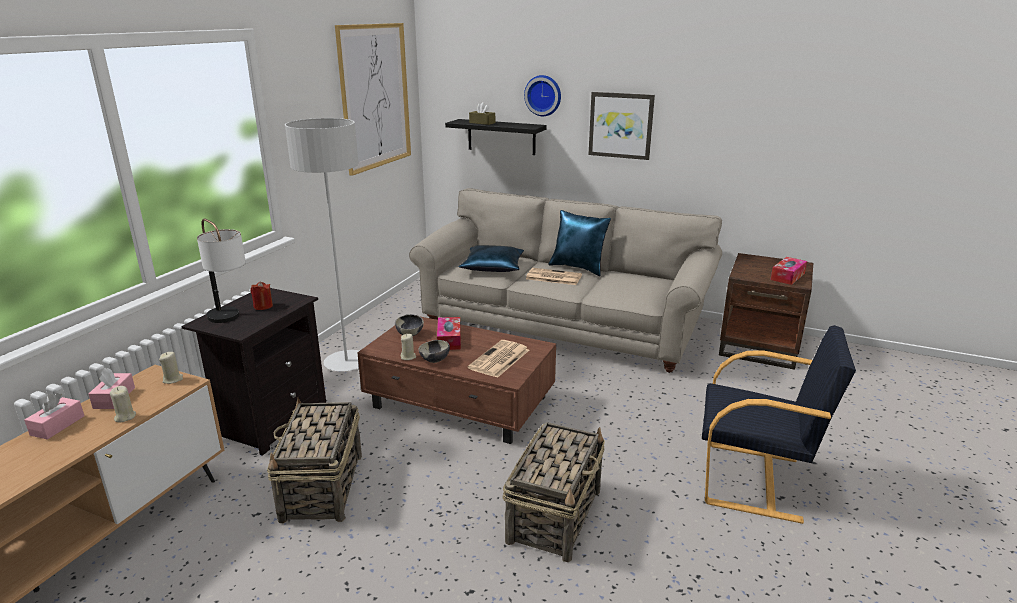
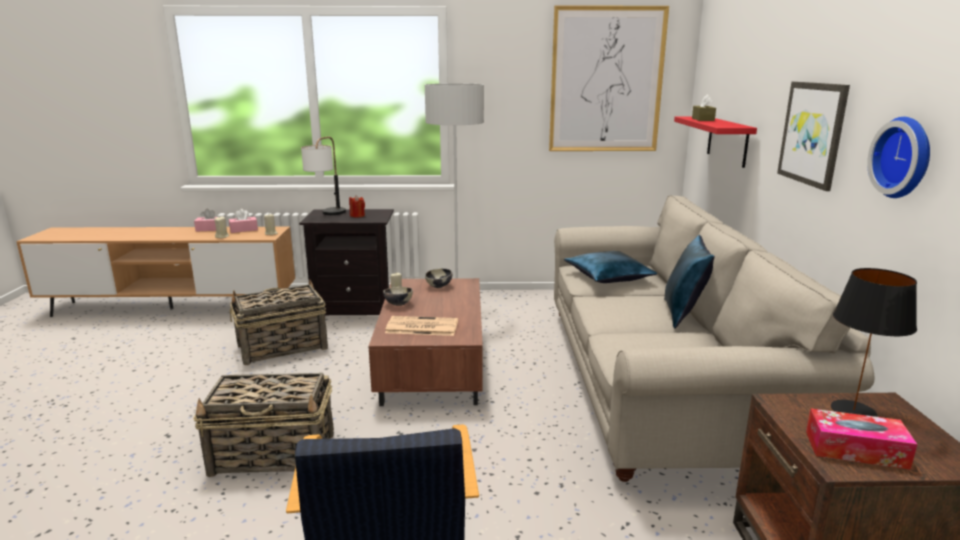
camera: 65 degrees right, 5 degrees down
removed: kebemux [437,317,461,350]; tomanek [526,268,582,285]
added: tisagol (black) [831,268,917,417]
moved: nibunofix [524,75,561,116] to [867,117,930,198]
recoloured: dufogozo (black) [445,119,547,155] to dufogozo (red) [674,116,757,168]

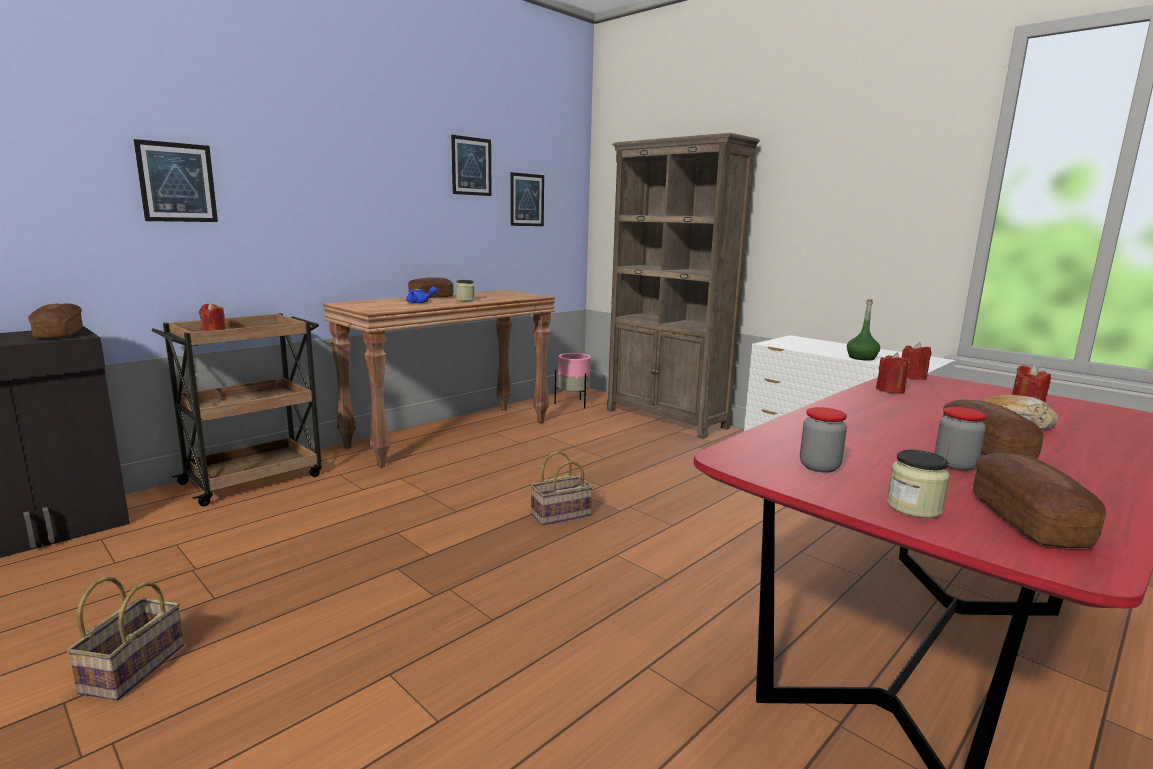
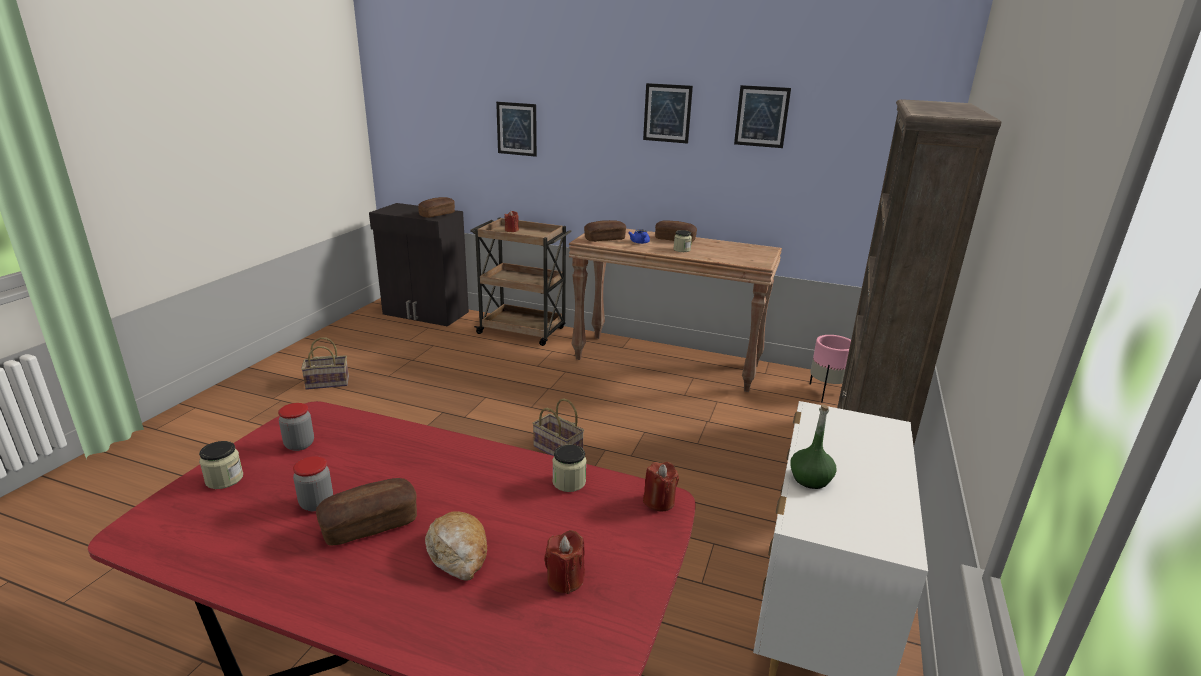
camera: 65 degrees right, 10 degrees up
moved: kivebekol [973,453,1106,548] to [584,220,626,242]; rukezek [510,172,544,226] to [643,83,693,144]
replaced: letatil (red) [876,353,911,394] to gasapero [552,445,587,492]

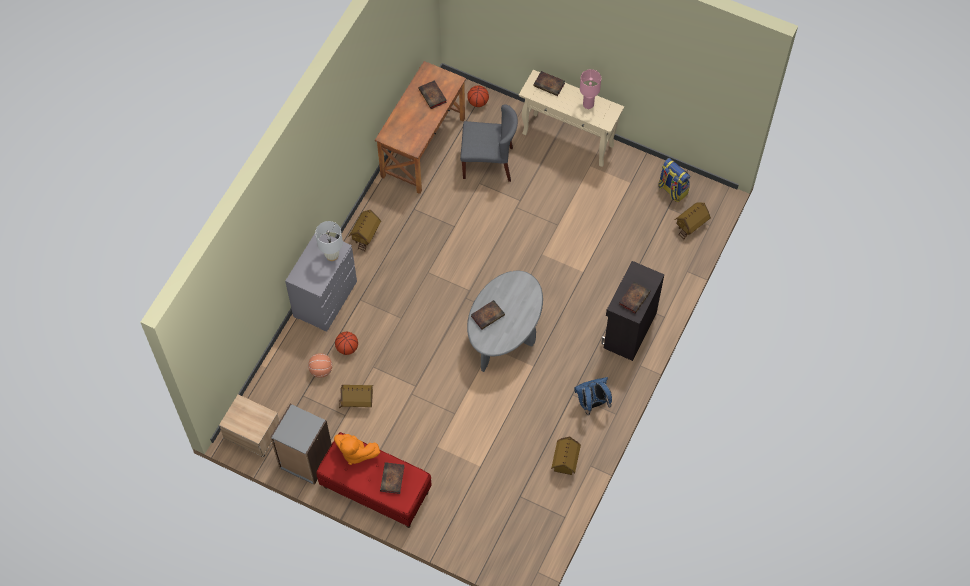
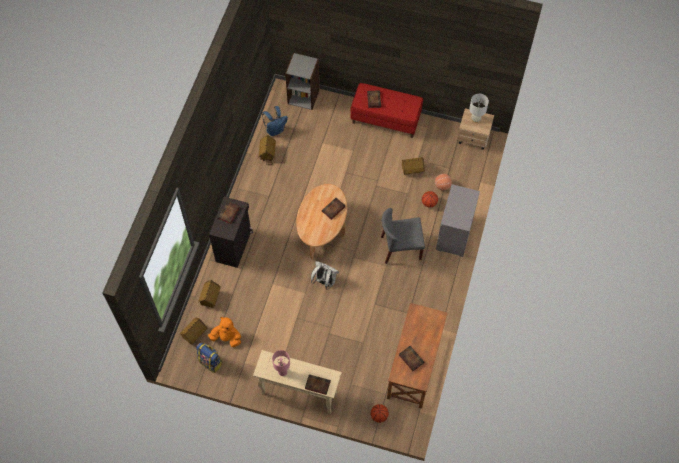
camera: 170 degrees right, 0 degrees up
added: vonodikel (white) [311,261,339,290]
moved: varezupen [349,210,381,252] to [198,280,221,308]; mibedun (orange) [334,434,380,465] to [208,317,241,347]; vonodikel (blue) [574,377,612,415] to [262,106,288,136]; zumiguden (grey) [270,404,332,485] to [285,53,320,110]; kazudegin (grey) [460,105,518,182] to [381,208,425,264]; tisagol (white) [315,221,343,261] to [469,94,489,123]
recoloured: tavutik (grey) [467,271,543,372] to tavutik (brown) [296,184,347,260]

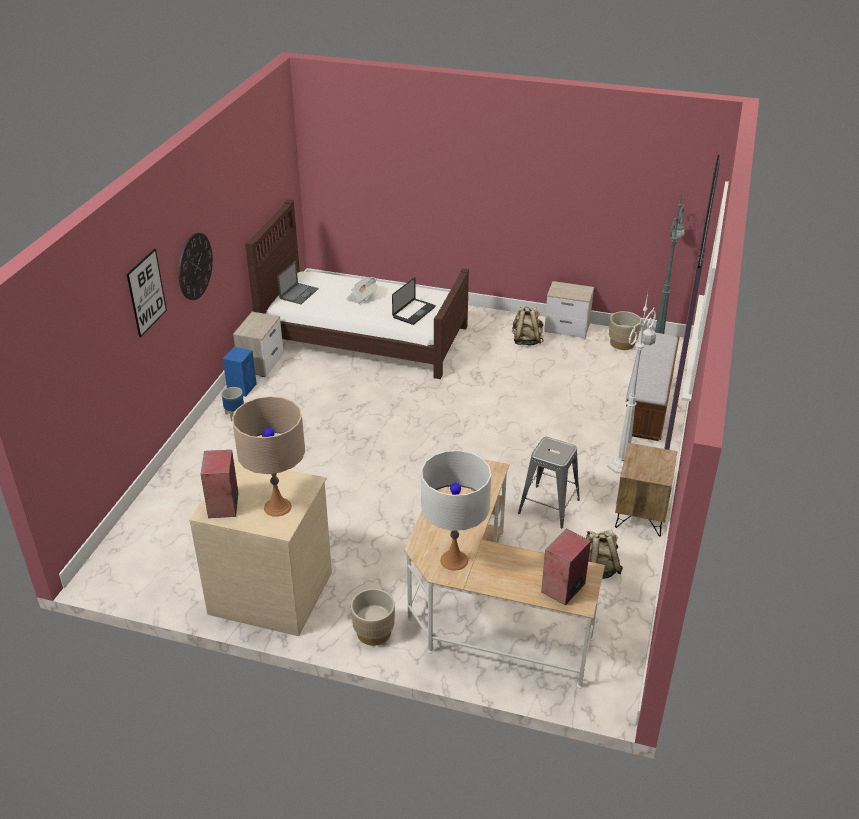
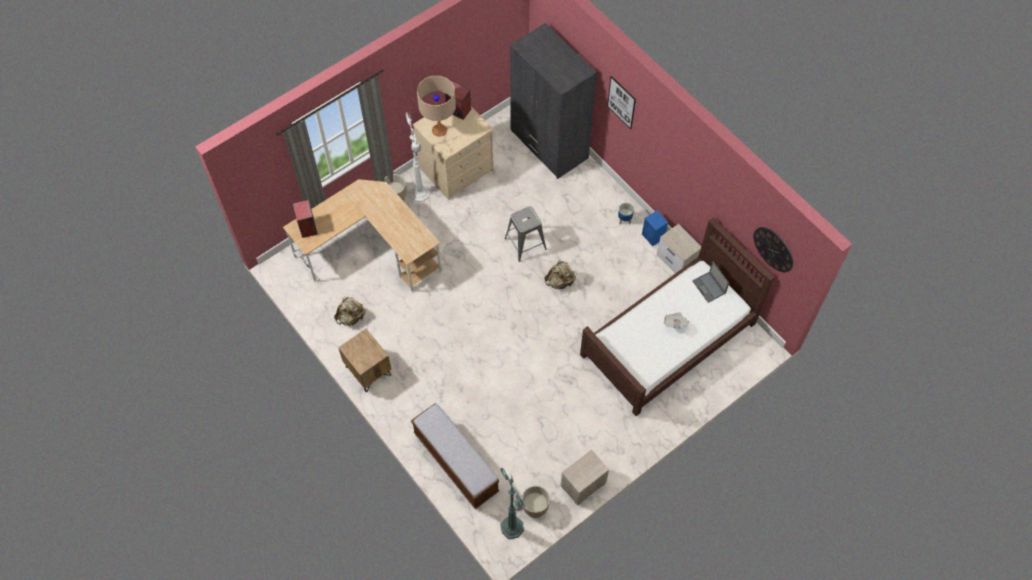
camera: 125 degrees right, 25 degrees up
removed: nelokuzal [392,277,436,325]; tisagol (white) [421,450,491,571]
added: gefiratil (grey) [510,23,597,179]
moved: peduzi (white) [607,293,656,474] to [406,113,430,202]; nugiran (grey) [518,437,580,529] to [505,207,547,262]; vonodikel (beige) [512,306,544,346] to [544,260,576,289]; nibunofix [178,233,213,300] to [753,227,793,272]

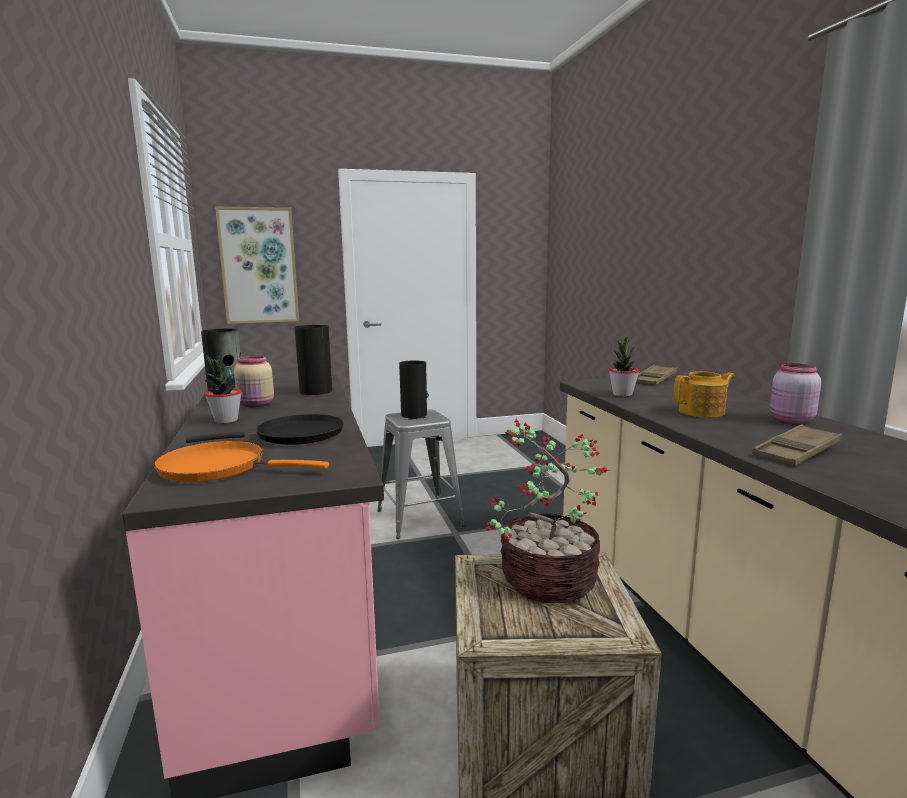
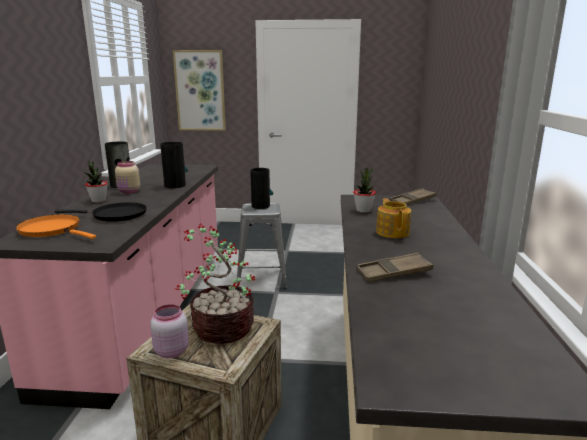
camera: 20 degrees right, 5 degrees up
moved: gasapero (pink) [770,363,821,424] to [150,304,189,358]
turned: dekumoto [674,371,735,418] = [376,198,411,238] 105 degrees counterclockwise

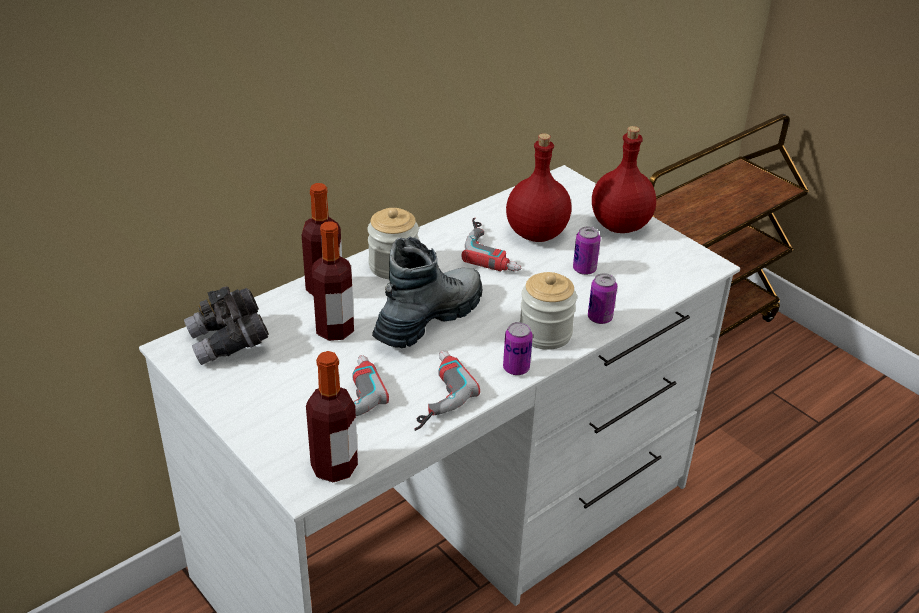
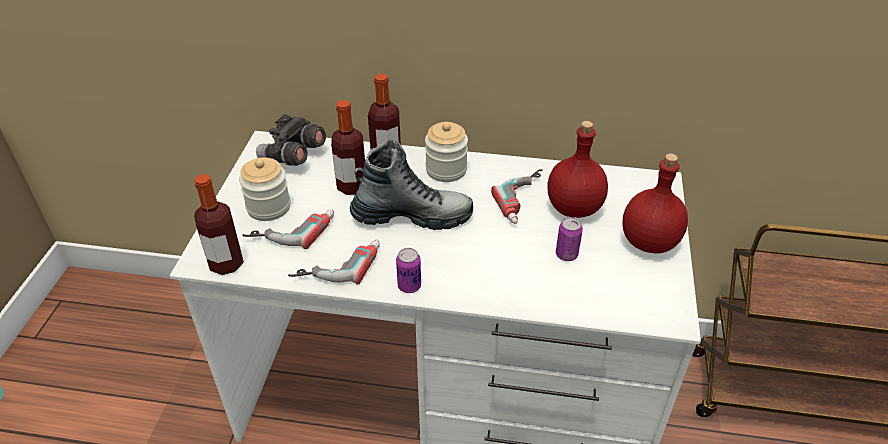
camera: 50 degrees right, 5 degrees up
removed: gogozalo [588,273,617,324]
moved: gasapero [520,272,577,350] to [239,157,291,221]

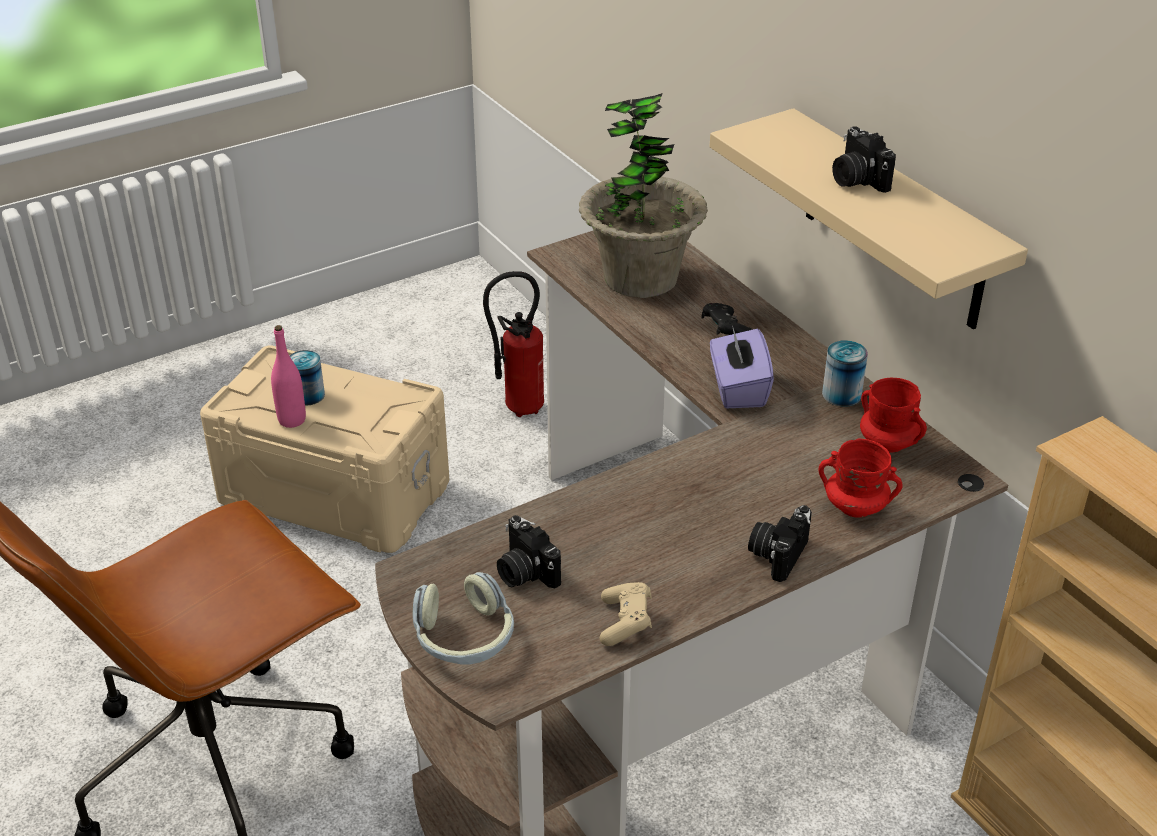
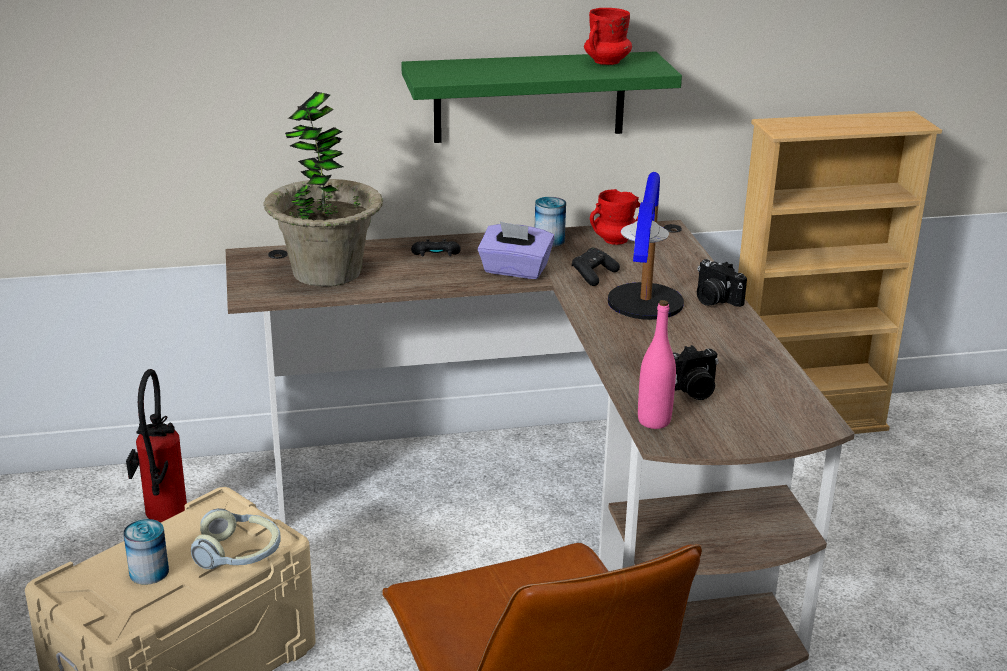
camera: 70 degrees left, 10 degrees down
removed: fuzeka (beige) [600,582,652,646]; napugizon [832,126,896,193]
added: fuzeka (black) [572,248,620,286]; tisagol [608,172,684,320]
moved: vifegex [412,572,514,664] to [191,508,281,569]; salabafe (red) [818,439,903,517] to [584,8,632,65]; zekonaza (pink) [271,325,306,428] to [638,300,676,429]
recoloured: dufogozo (beige) [710,108,1028,329] to dufogozo (green) [401,51,682,143]

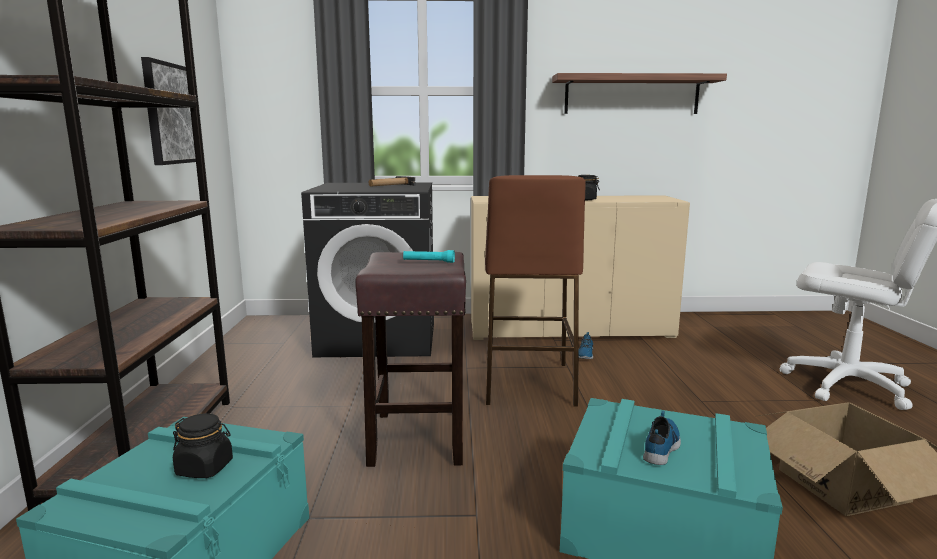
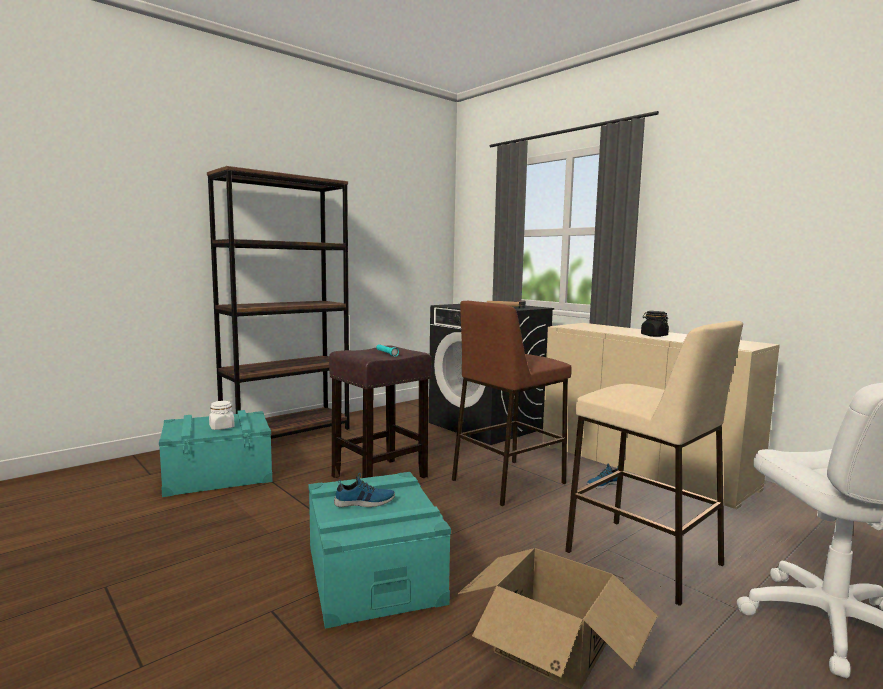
camera: 50 degrees right, 5 degrees down
removed: rukezek [141,57,196,165]; dufogozo [552,73,727,114]
added: nugiran (beige) [565,321,743,606]
recoloured: gasapero (black) [173,413,233,478] to gasapero (white) [209,401,235,430]

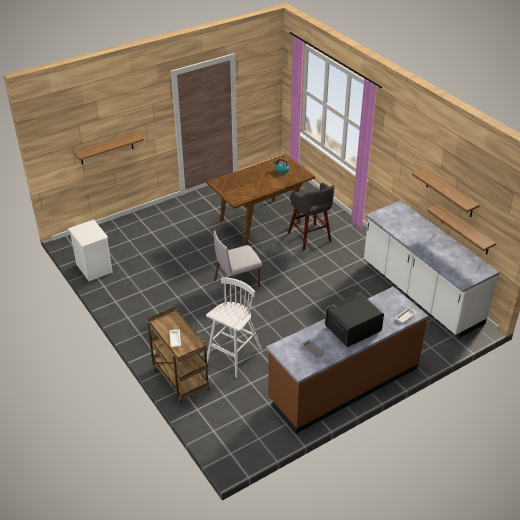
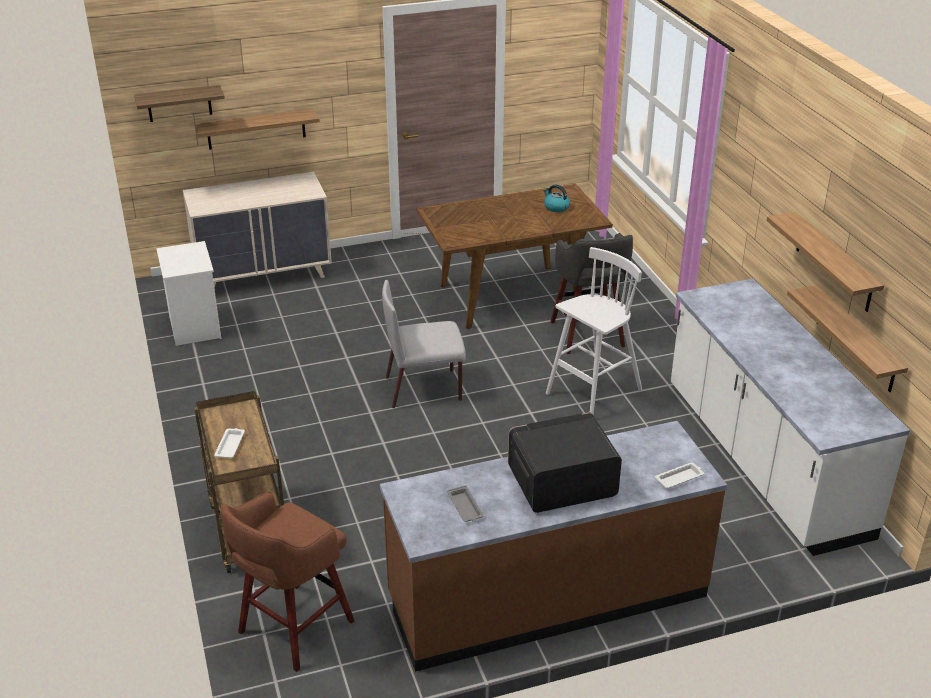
camera: 15 degrees right, 5 degrees down
added: dufogozo [134,85,225,122]; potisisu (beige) [183,172,332,288]; nugiran (brown) [220,492,354,672]
moved: nugiran (white) [206,277,262,378] to [546,247,643,414]

